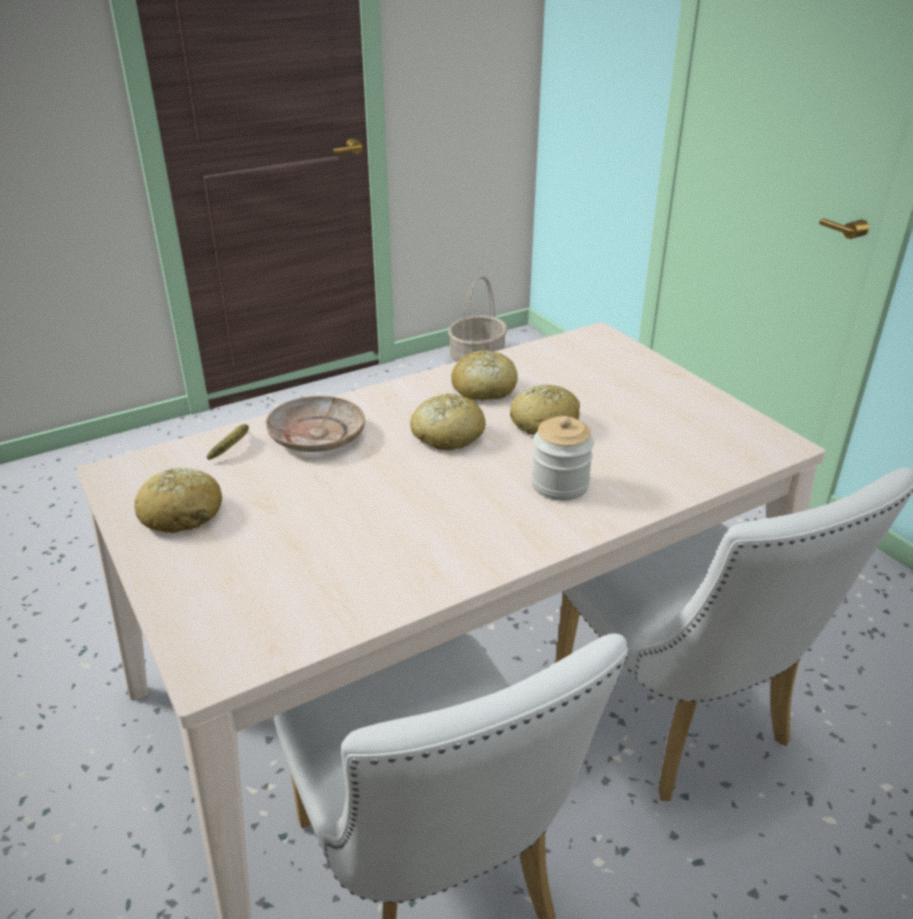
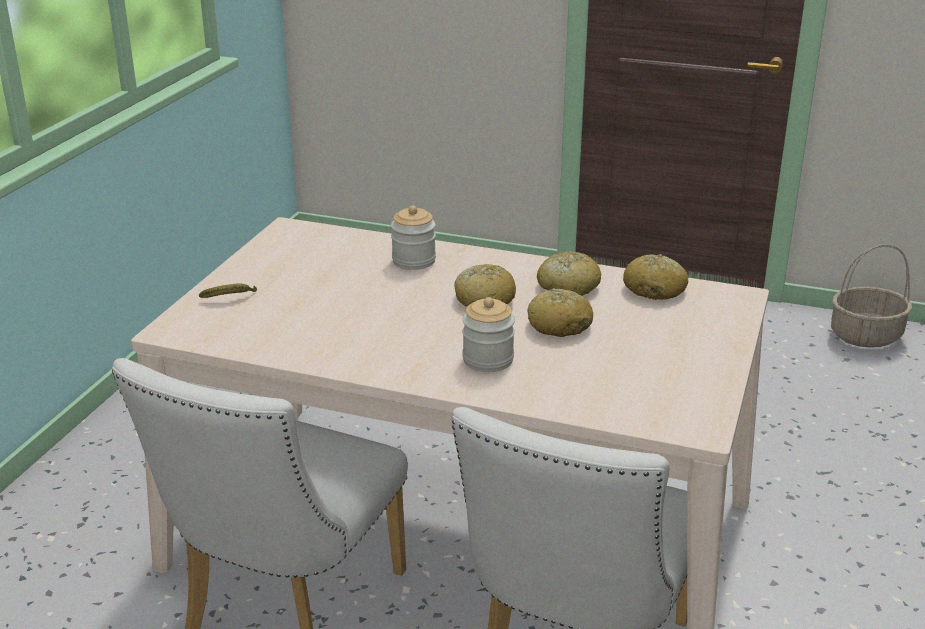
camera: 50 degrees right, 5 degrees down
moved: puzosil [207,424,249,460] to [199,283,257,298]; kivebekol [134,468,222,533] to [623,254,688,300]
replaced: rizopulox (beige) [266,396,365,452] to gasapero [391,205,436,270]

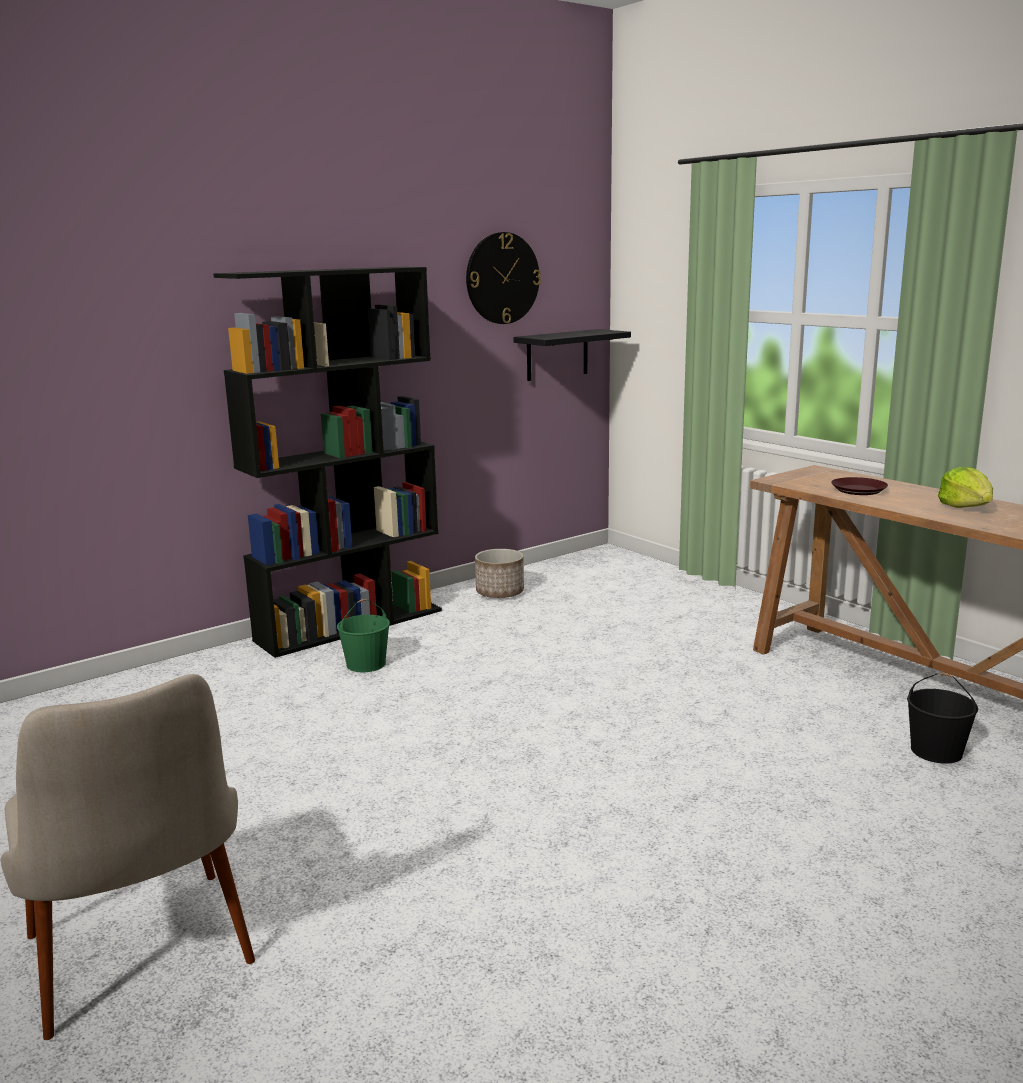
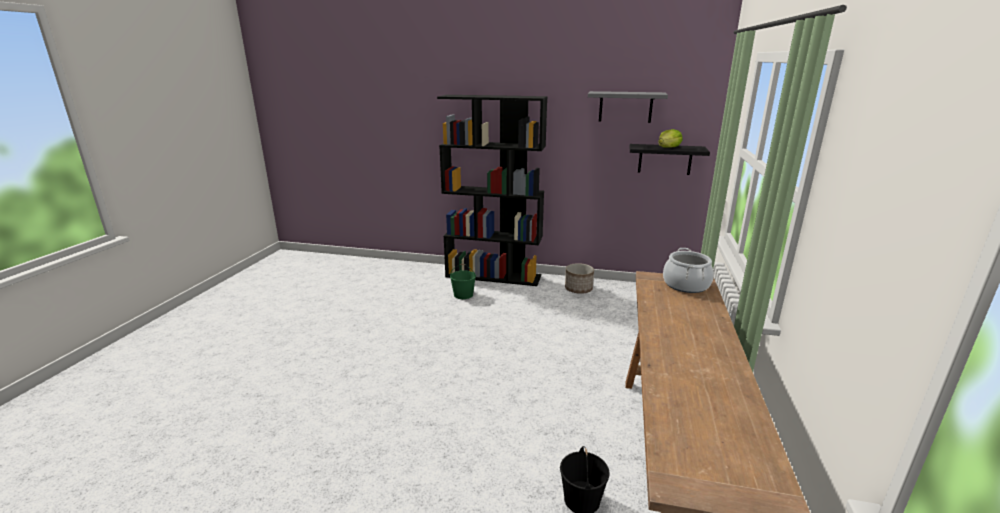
camera: 50 degrees right, 5 degrees up
removed: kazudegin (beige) [1,674,255,1040]; rizopulox (brown) [831,477,888,495]
added: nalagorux [663,248,714,293]
moved: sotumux [938,467,993,508] to [658,129,682,148]
replaced: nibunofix [466,232,541,324] to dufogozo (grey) [588,91,668,123]

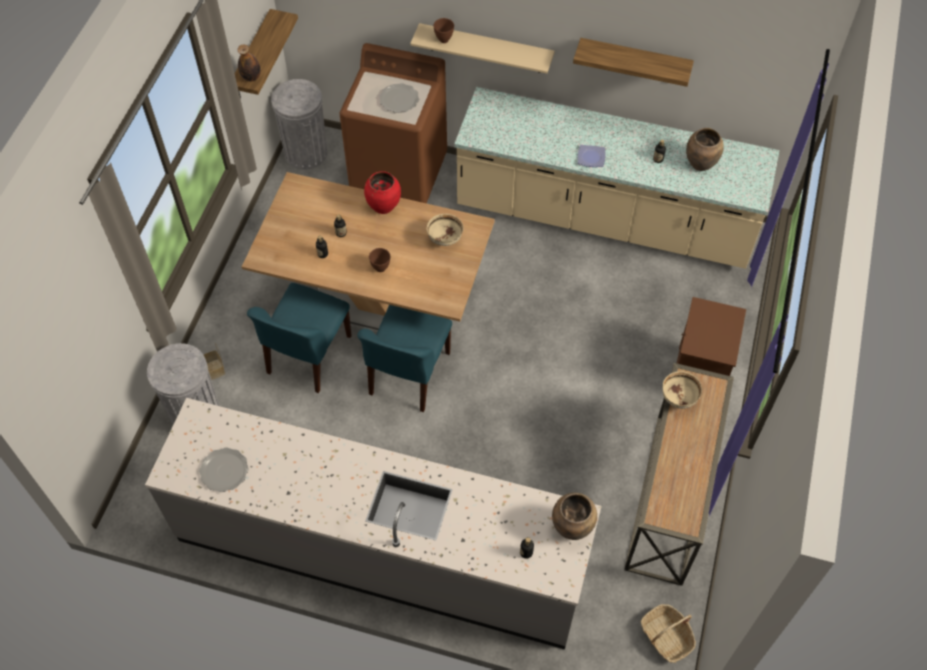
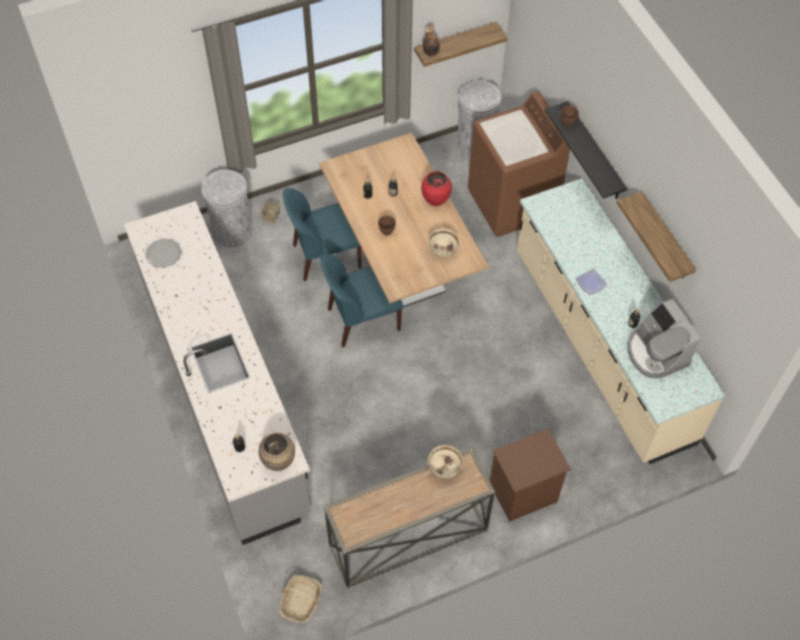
camera: 50 degrees right, 0 degrees up
removed: rizopulox [379,83,419,113]
replaced: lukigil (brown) [686,128,724,171] to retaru [627,299,701,378]
recoloured: dufogozo (beige) [410,23,555,74] to dufogozo (black) [545,101,627,199]

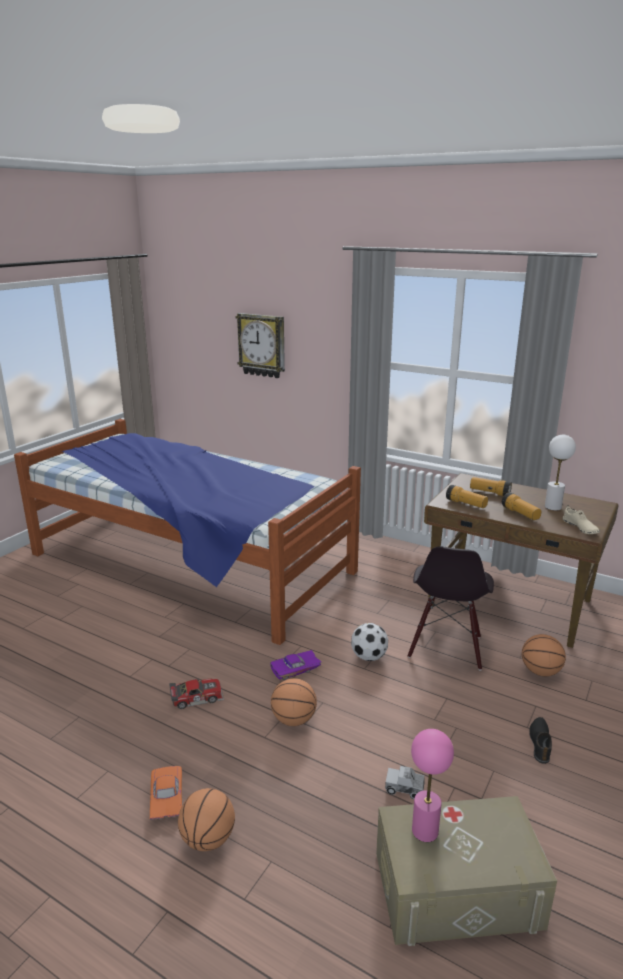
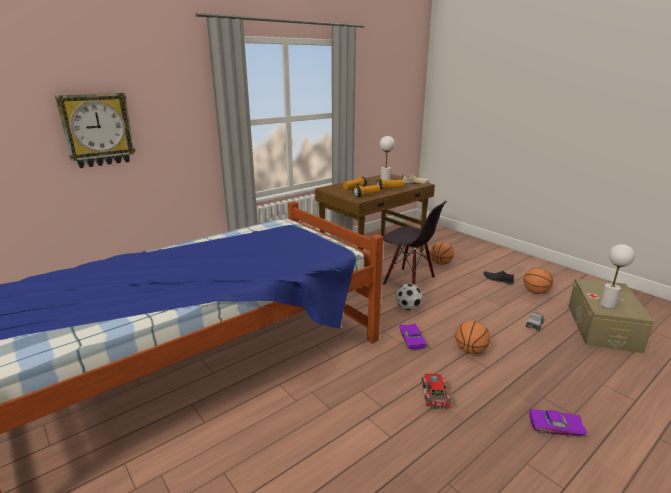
camera: 70 degrees left, 0 degrees up
moved: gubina [178,788,235,851] to [524,268,553,294]
recoloured: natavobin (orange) [150,766,182,820] to natavobin (purple) [529,409,588,437]; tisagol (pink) [411,729,454,842] to tisagol (white) [600,244,635,309]

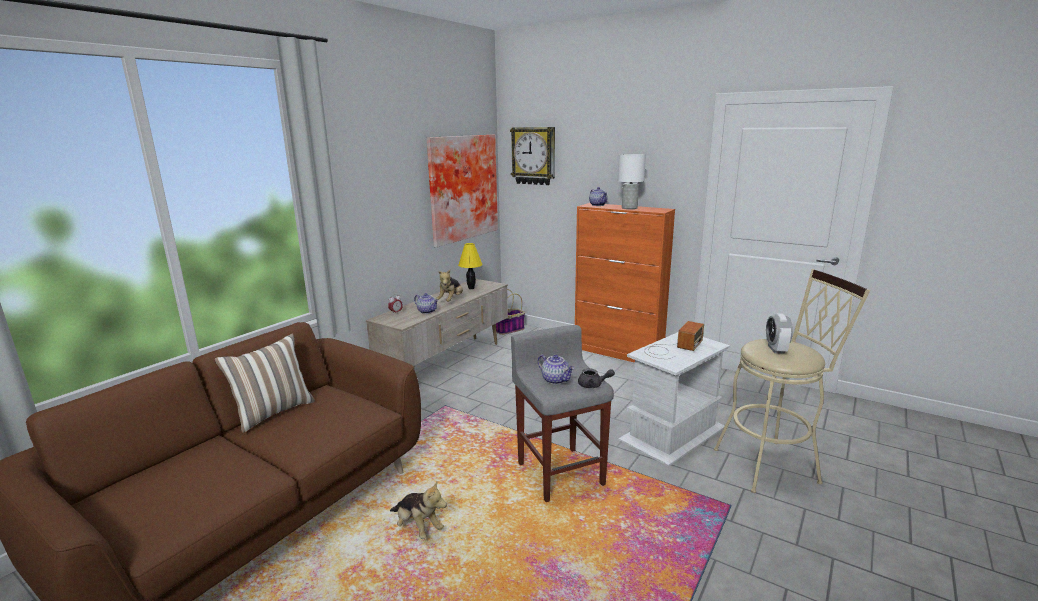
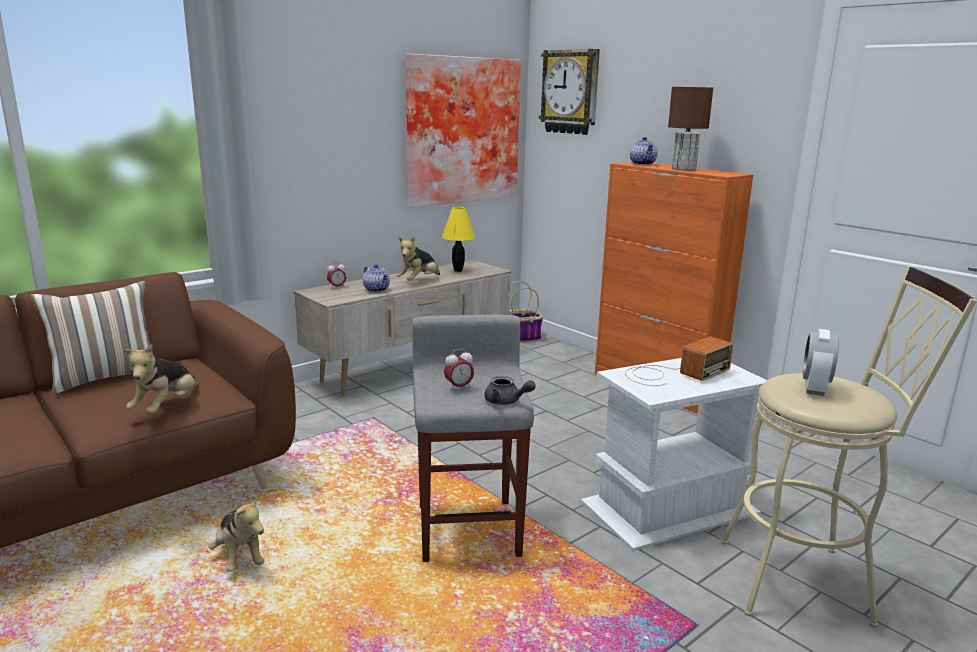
camera: 15 degrees right, 0 degrees up
added: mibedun [124,344,199,414]
replaced: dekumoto [538,355,574,384] to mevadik [444,349,474,391]
recoloured: tisagol (white) [618,154,646,209] to tisagol (brown) [668,87,713,171]

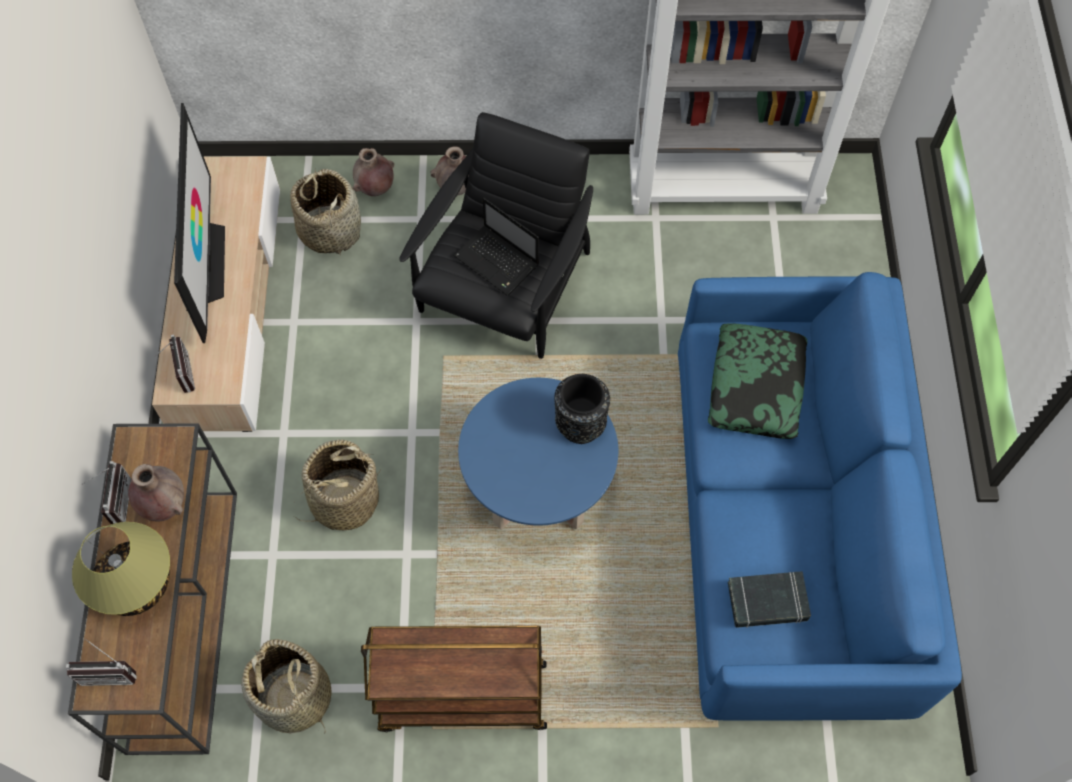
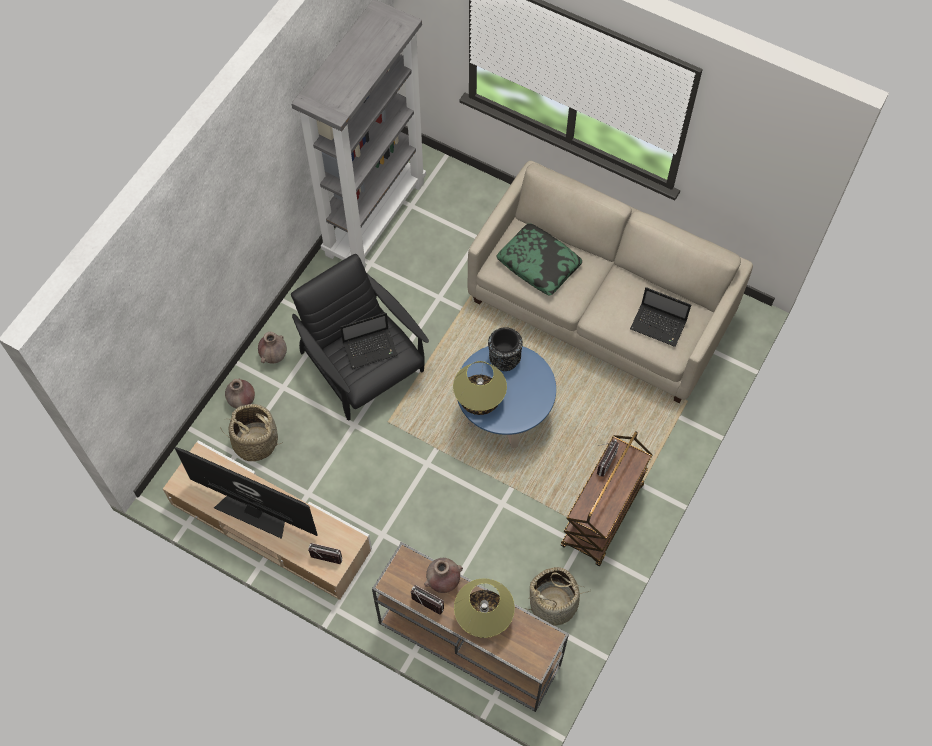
camera: 60 degrees left, 0 degrees up
removed: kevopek [294,440,380,530]
added: tisagol [453,361,507,415]
moved: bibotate [66,639,137,686] to [597,440,619,477]
replaced: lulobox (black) [728,571,811,628] to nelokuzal [630,287,691,347]
recoloured: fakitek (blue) [678,272,962,721] to fakitek (beige) [467,161,753,403]

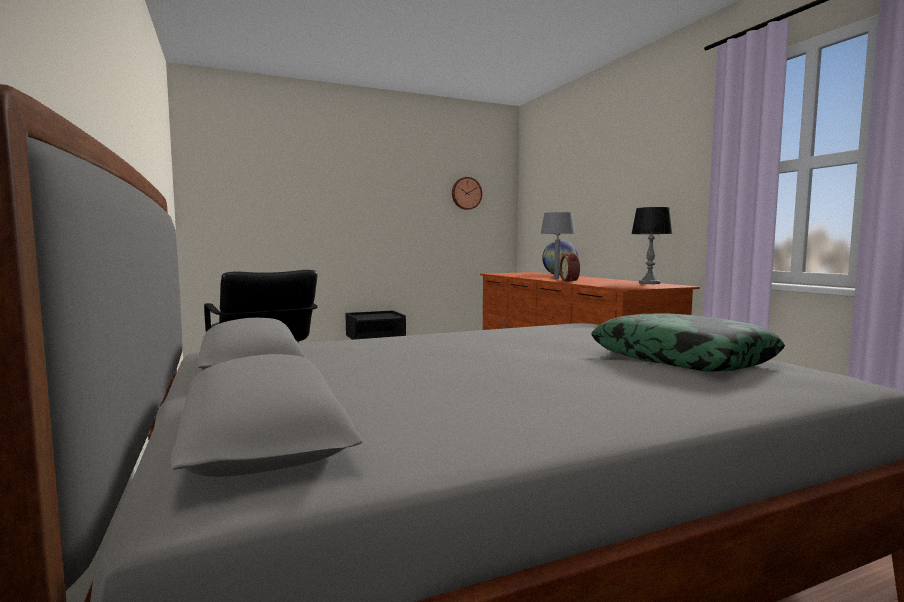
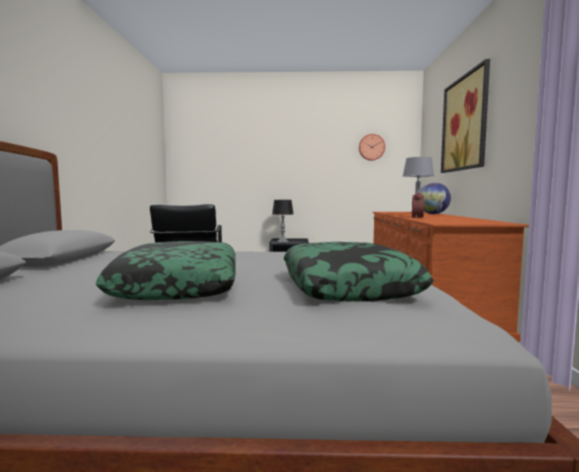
camera: 25 degrees right, 0 degrees up
added: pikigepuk [96,241,236,300]; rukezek [441,59,490,173]
moved: tisagol [631,207,672,284] to [272,200,294,243]

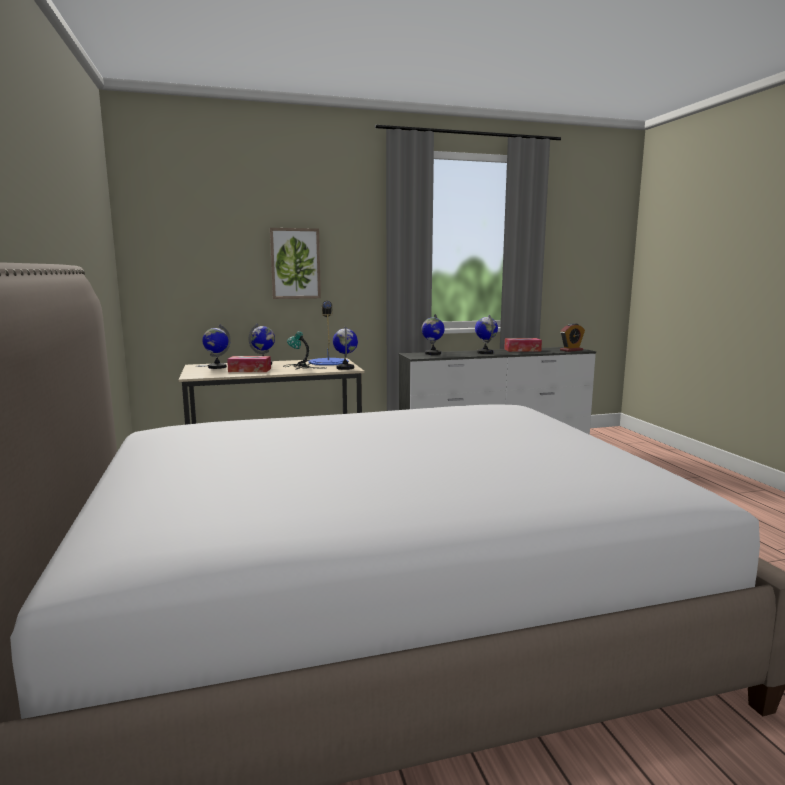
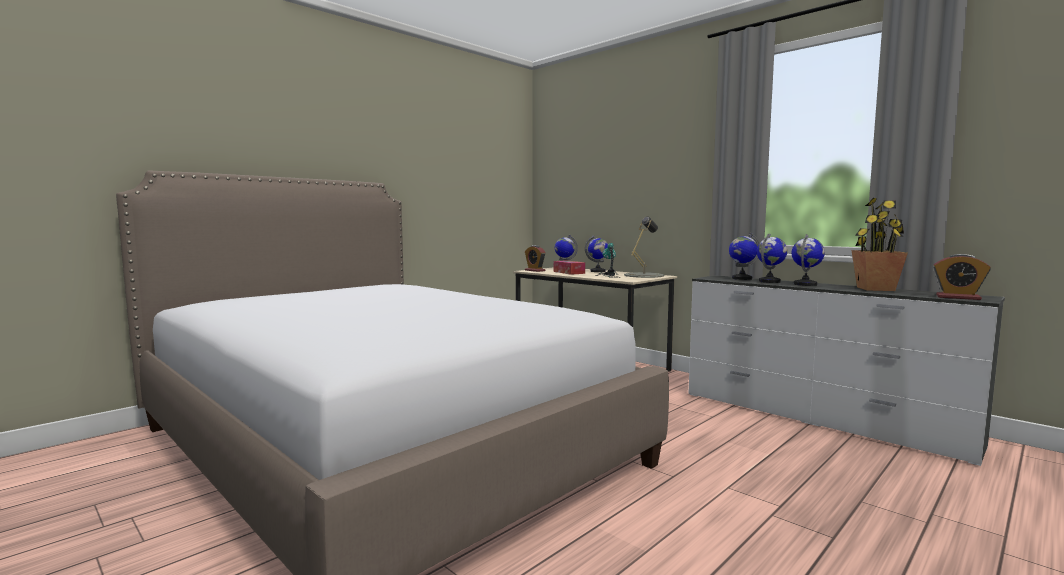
camera: 60 degrees right, 5 degrees down
removed: rukezek [270,228,321,299]
added: mevadik [525,245,546,272]
moved: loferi [333,326,358,370] to [757,234,787,283]
replaced: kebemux [504,338,542,352] to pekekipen [851,198,908,291]
recoloured: tisagol (blue) [308,301,349,365] to tisagol (grey) [624,216,664,278]

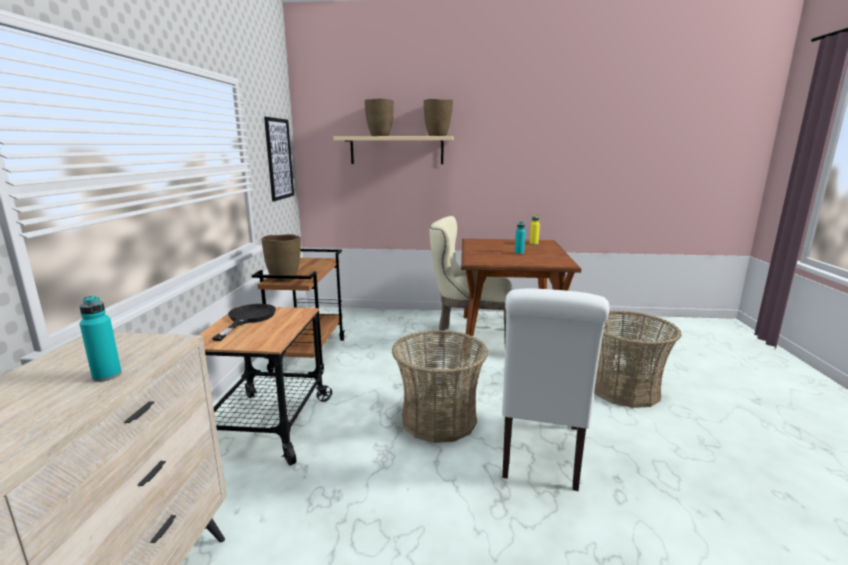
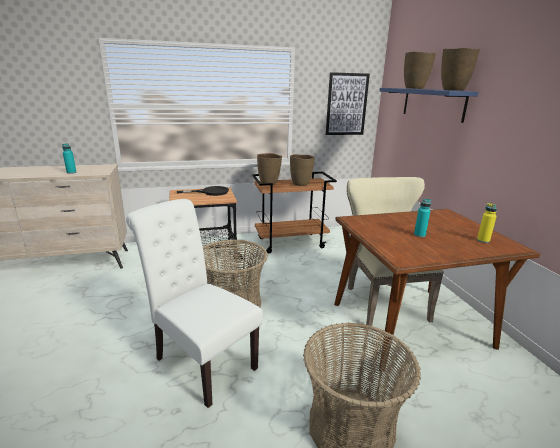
camera: 70 degrees right, 5 degrees up
added: lukigil (brown) [290,154,315,186]
recoloured: dufogozo (beige) [333,136,454,164] to dufogozo (blue) [379,88,478,123]
turned: kazudegin (white) [502,289,609,491] = [126,199,263,408] 45 degrees clockwise

